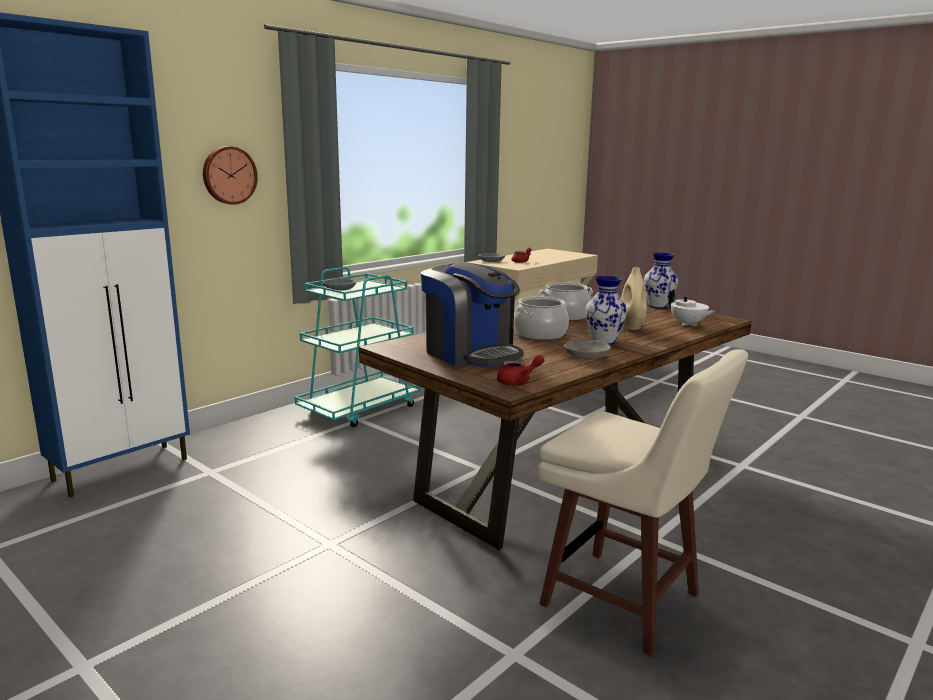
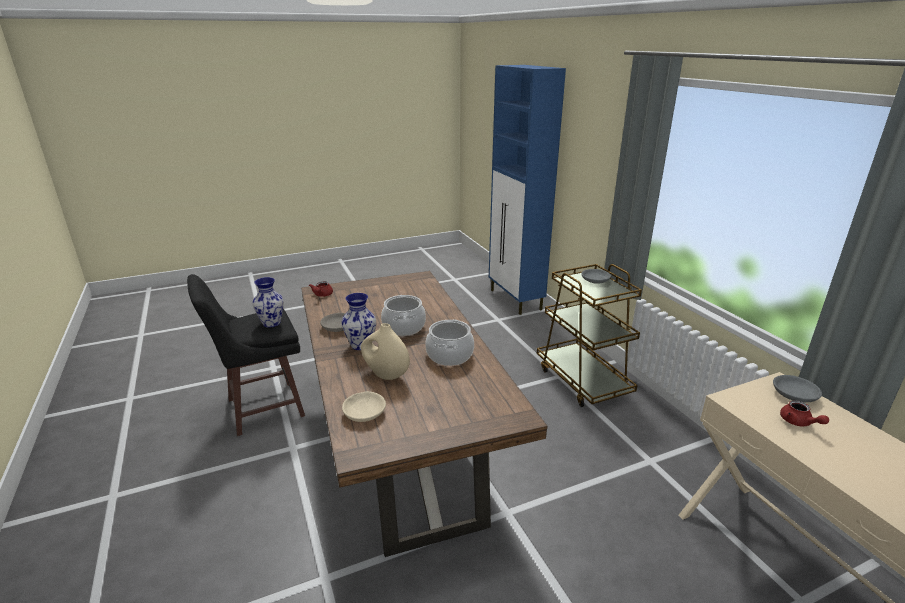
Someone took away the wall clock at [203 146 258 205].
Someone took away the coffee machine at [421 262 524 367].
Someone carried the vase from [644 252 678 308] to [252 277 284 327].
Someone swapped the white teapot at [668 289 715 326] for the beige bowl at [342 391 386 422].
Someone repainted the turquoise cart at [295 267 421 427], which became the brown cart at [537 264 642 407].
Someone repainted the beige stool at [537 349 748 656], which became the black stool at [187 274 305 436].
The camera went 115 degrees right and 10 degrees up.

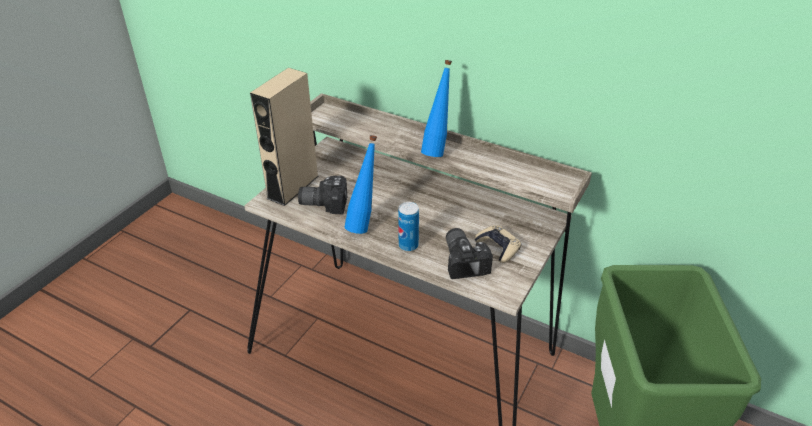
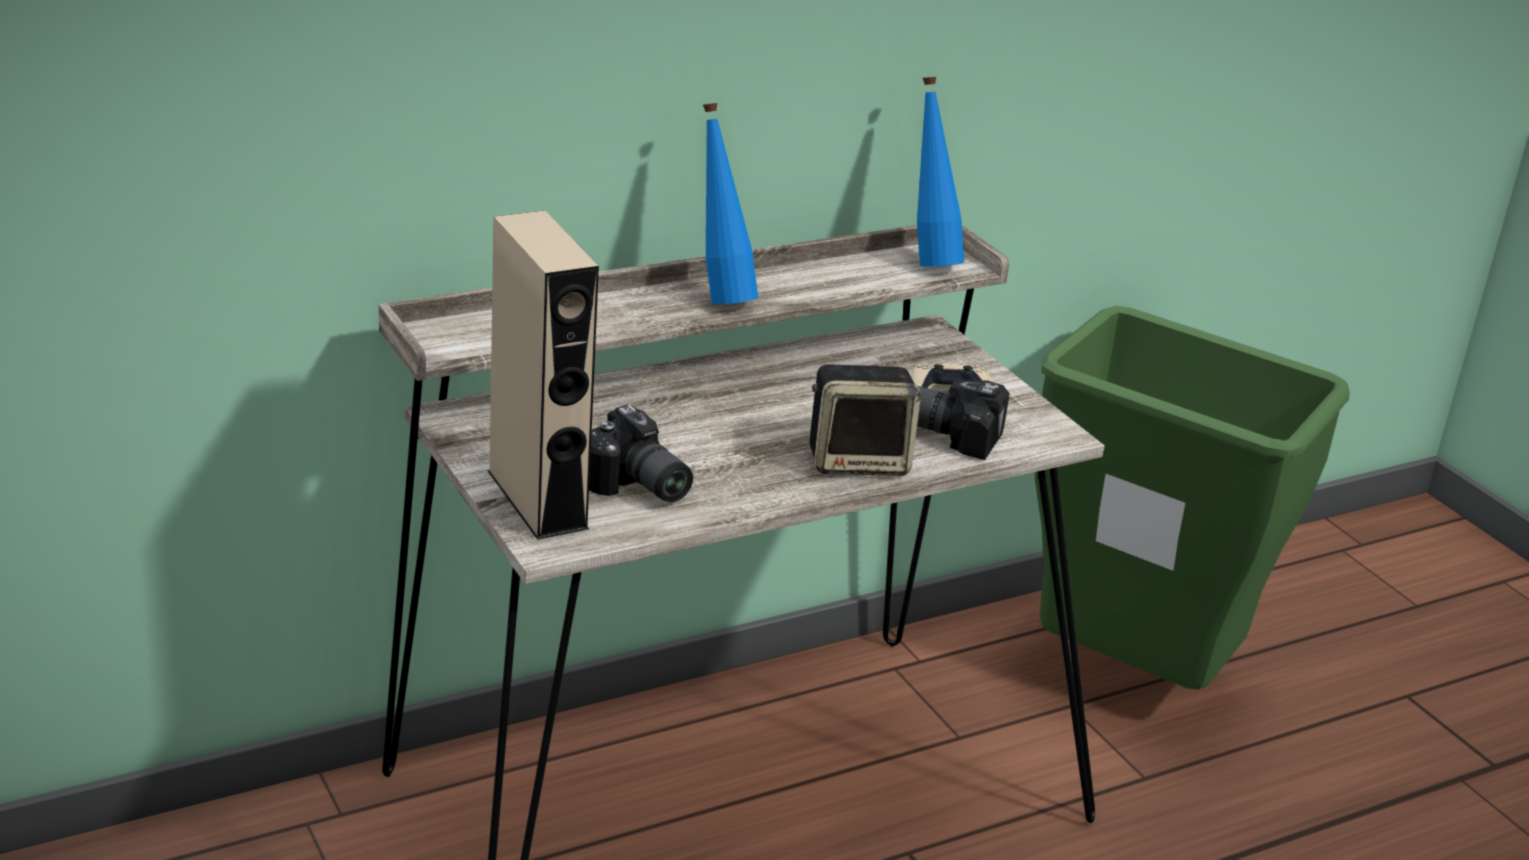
Someone carried the blue bottle from [345 135 377 234] to [917 77 964 267].
Someone swapped the can at [398 202 419 251] for the speaker at [809 364 921 476].
Someone rotated the photo camera at [298 176 347 214] by 75 degrees counterclockwise.
The camera went 60 degrees left and 10 degrees down.

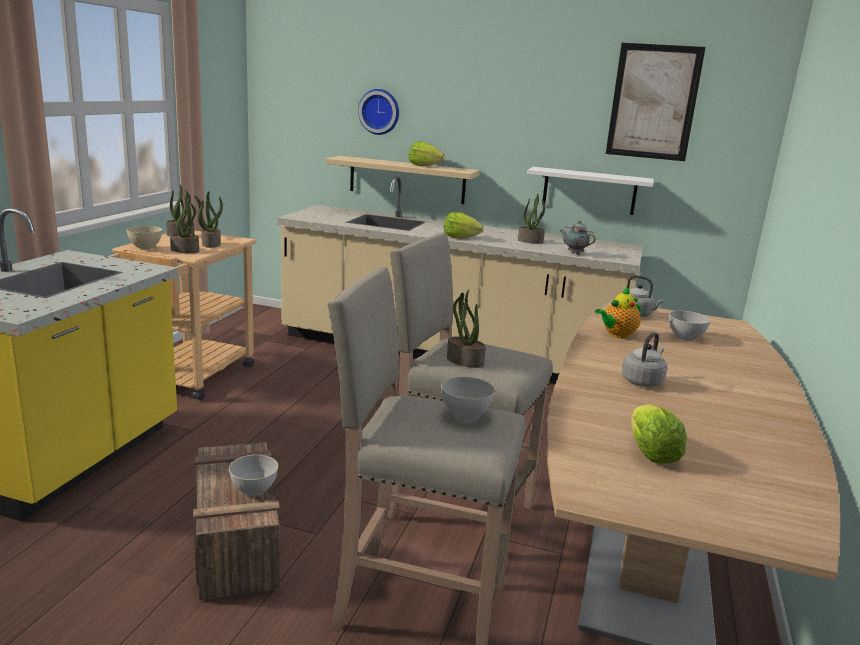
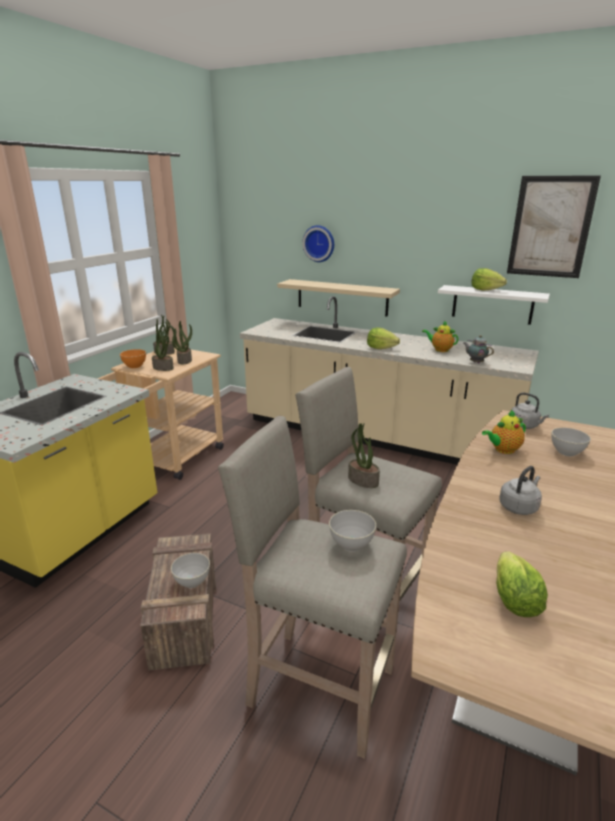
Someone carried the lettuce from [408 141 445 166] to [471 268 507 291].
Someone swapped the potted plant at [518 194 545 244] for the teapot at [422 321 459 352].
Someone repainted the beige bowl at [126 226 162 249], which became the orange bowl at [120 349 146 368].
The camera went 10 degrees right and 5 degrees up.

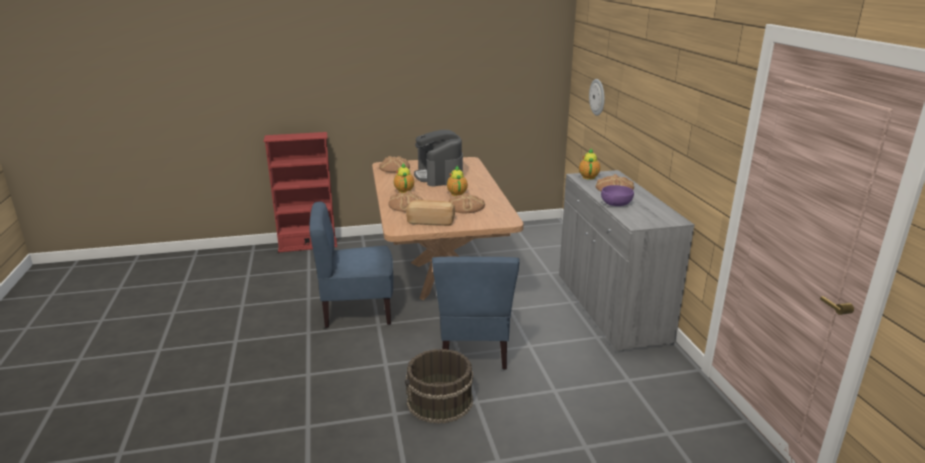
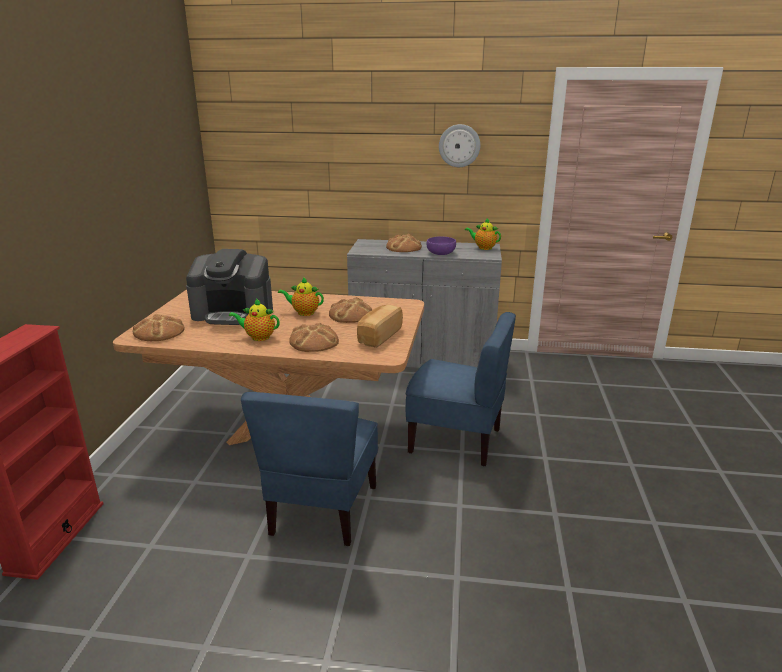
Someone took away the brown bucket at [405 349 473 424].
Someone carried the teapot from [579 148 600 180] to [465 218 501 250].
Someone carried the wall clock from [589 79 605 116] to [439 124 480 167].
The camera went 70 degrees left and 0 degrees up.

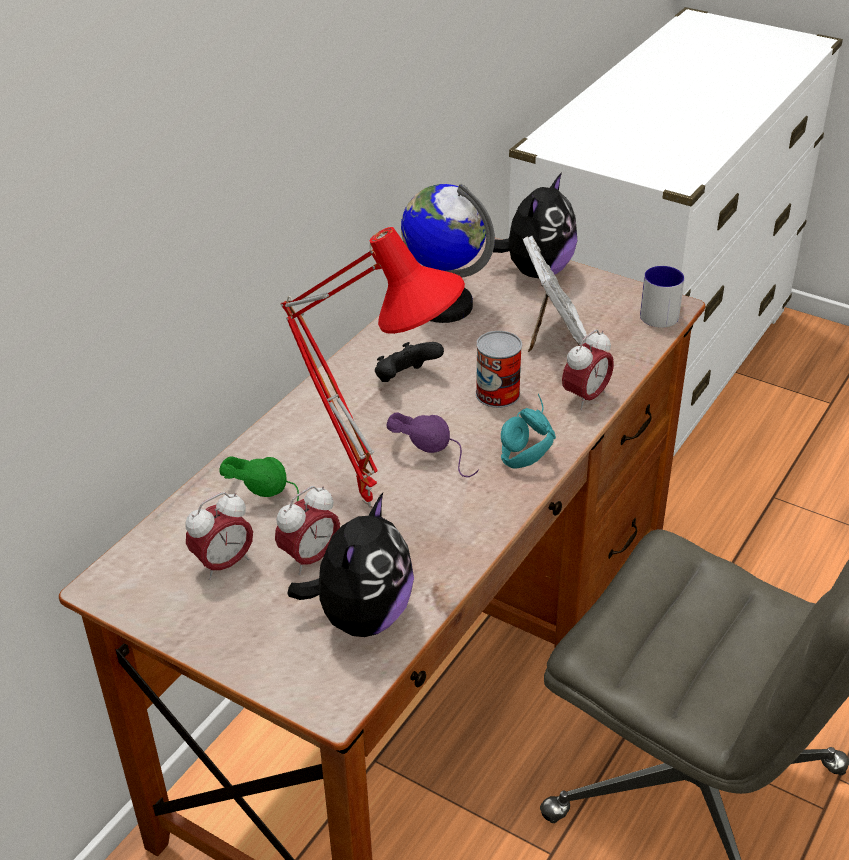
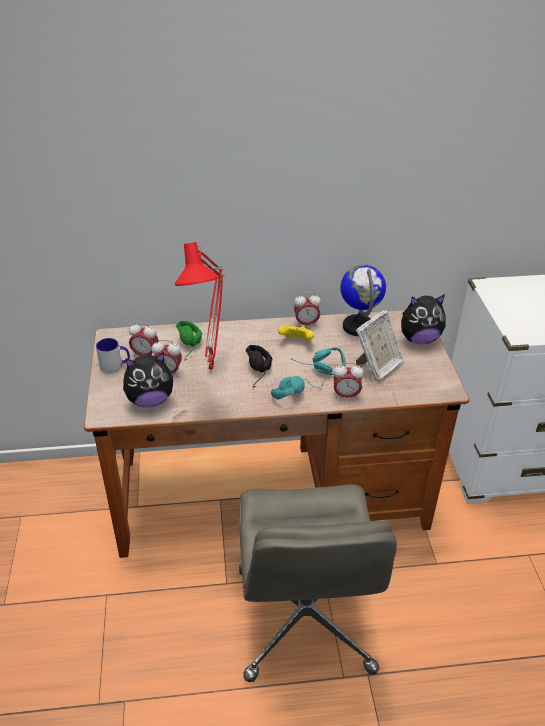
Someone put down the alarm clock at [294 292 321 327].
Someone carried the mug from [640 266 684 328] to [96 338 130 373].
Someone swapped the can at [476 331 522 408] for the turquoise headphones at [292 347 346 375].
Someone repainted the black game controller at [375 342 444 382], which became the yellow game controller at [278 325 314 341].
Someone repainted the purple headphones at [387 412 479 477], which became the black headphones at [245 345 272 388].
The camera went 50 degrees right and 0 degrees up.

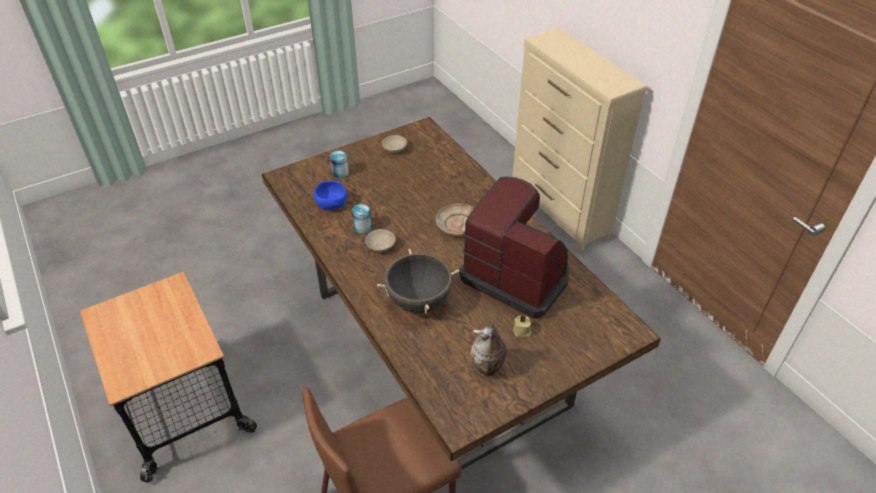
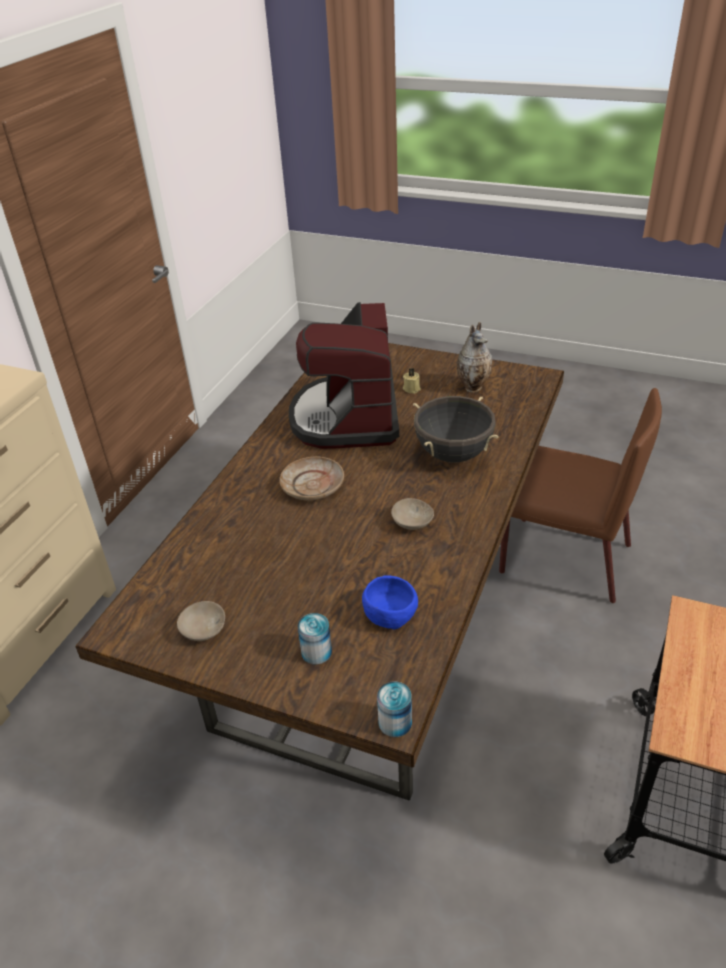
Someone carried the can from [352 204 372 234] to [377 682 412 737].
The camera went 125 degrees left and 5 degrees down.

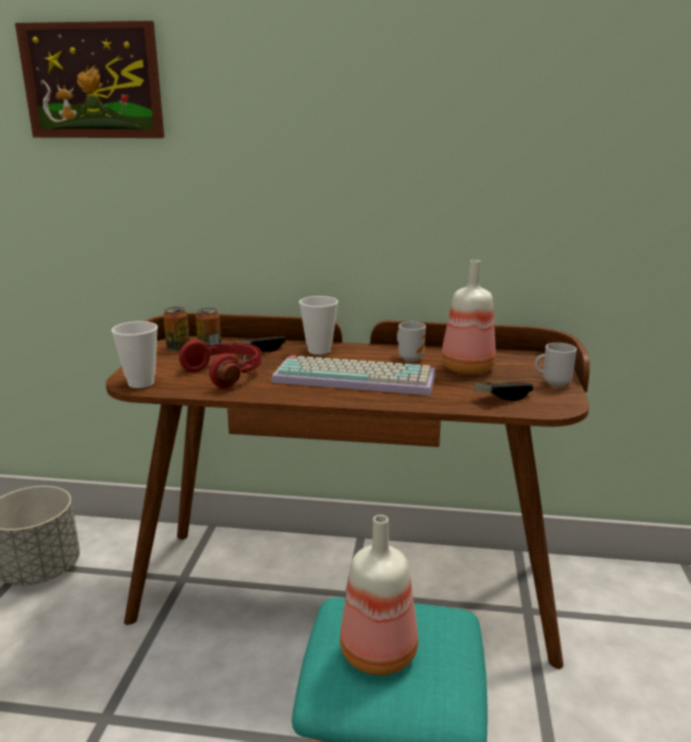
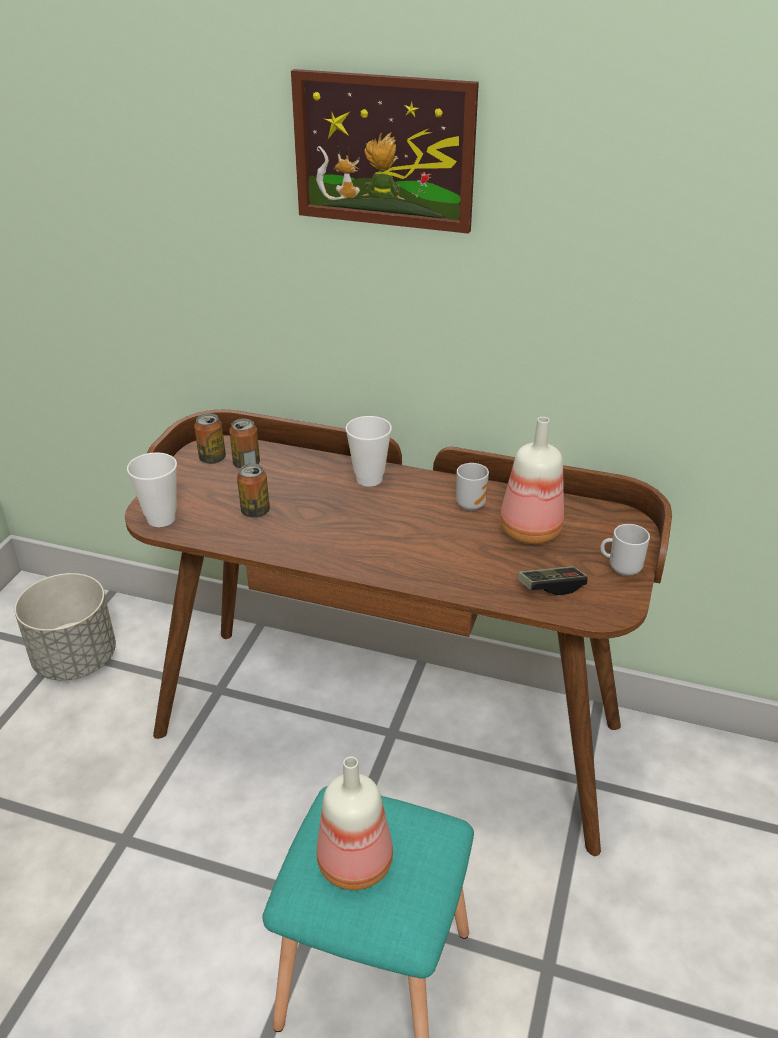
Someone took away the game controller at [237 336 285 352].
Someone took away the keyboard at [271 355 435 395].
Someone carried the picture from [15 21 164 138] to [291 69 479 234].
Someone swapped the red headphones at [179 340 261 388] for the can at [237 463 270 518].
The camera went 10 degrees right and 15 degrees up.

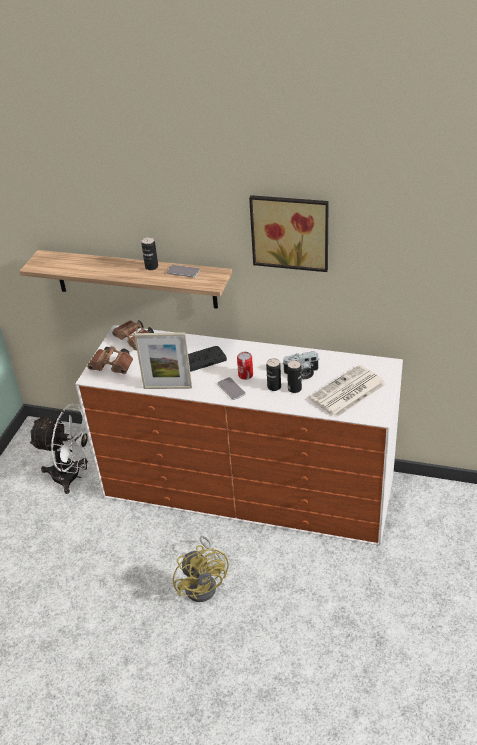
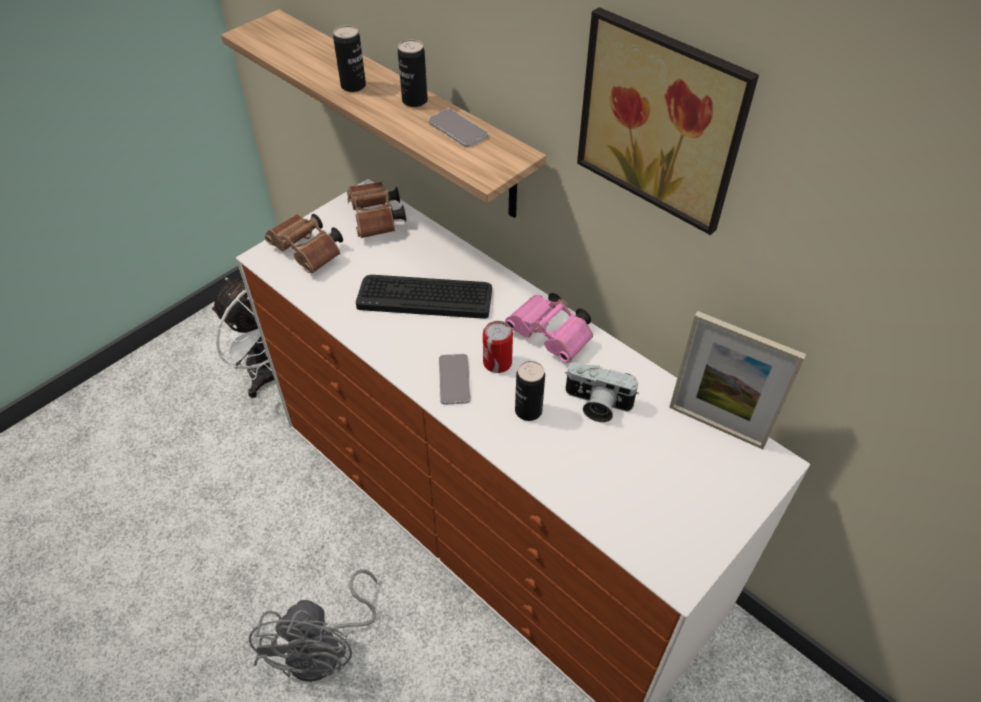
Someone took away the newspaper at [309 365 386 418].
Someone put down the pink binoculars at [505 293 593 363].
Someone carried the picture frame from [134 332 192 389] to [669 311 806 449].
Someone carried the can from [287 360 302 393] to [333 25 366 92].
Someone repainted the yellow fan at [173 536 229 602], which became the grey fan at [249 569 377 682].
The camera went 25 degrees right and 10 degrees up.

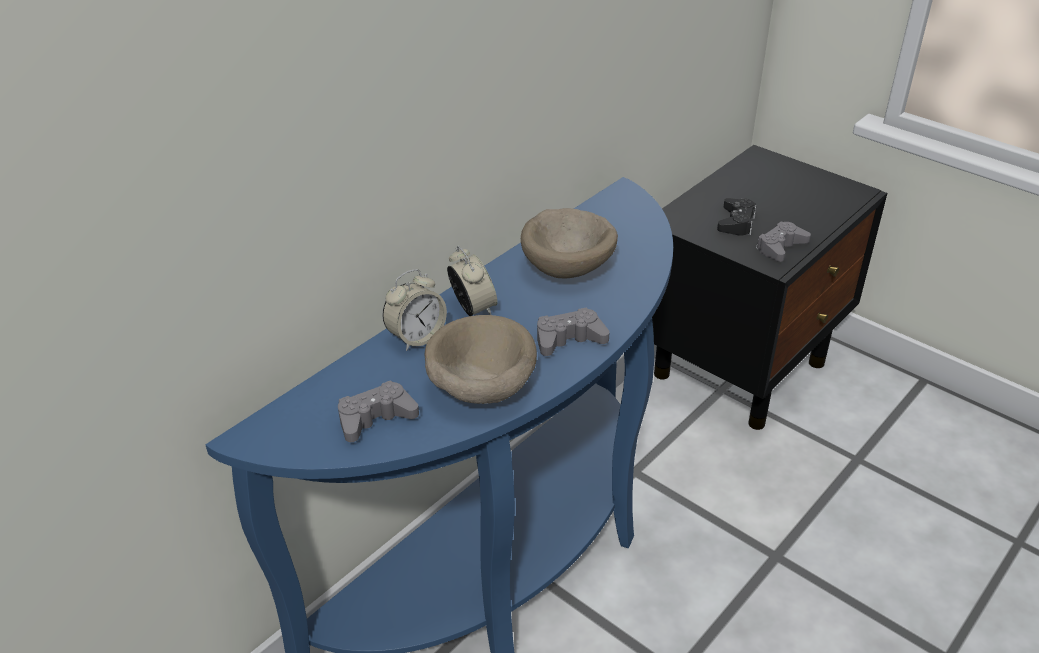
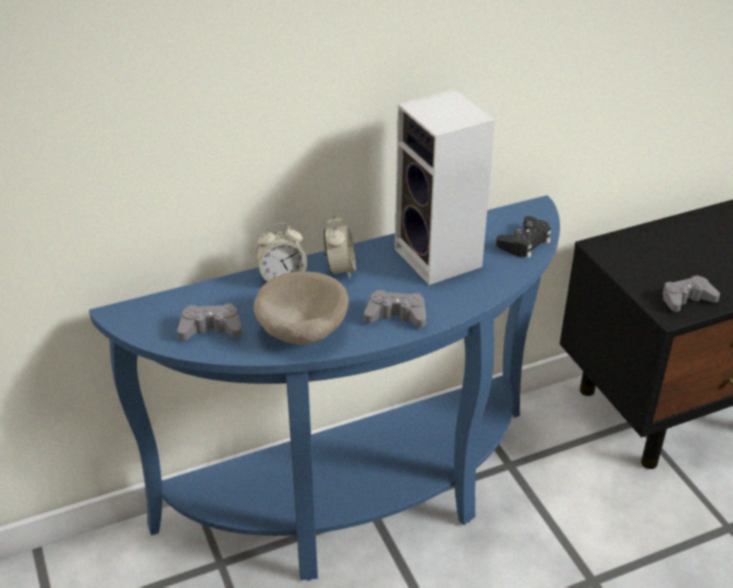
Someone carried the black game controller from [717 198 756 236] to [496 216 551 258].
Someone swapped the beige bowl at [521 208 618 278] for the speaker at [395 89 495 285].
The camera went 25 degrees right and 0 degrees up.

